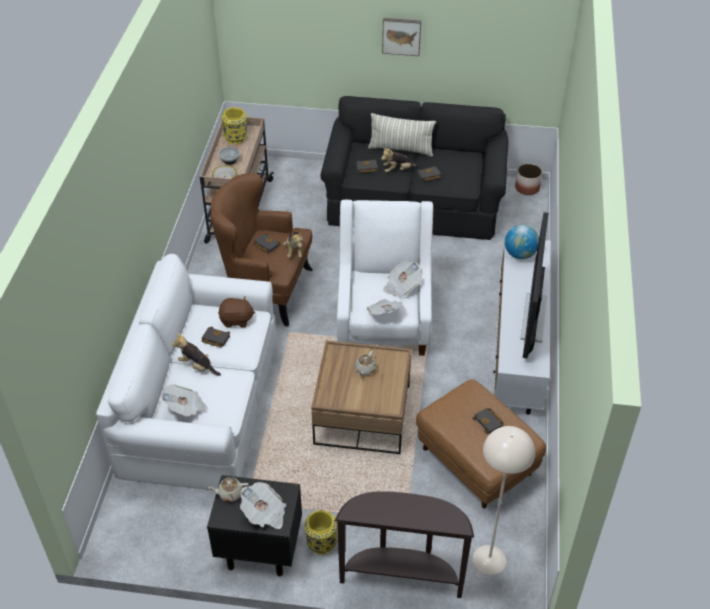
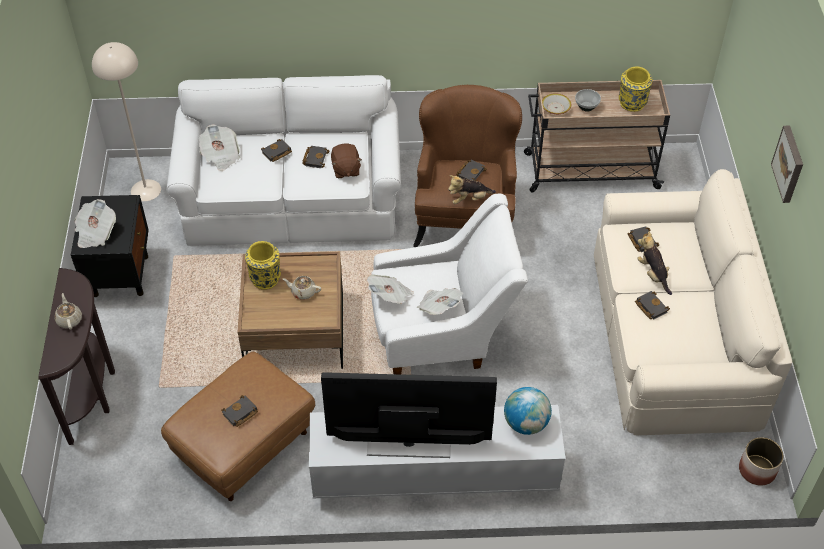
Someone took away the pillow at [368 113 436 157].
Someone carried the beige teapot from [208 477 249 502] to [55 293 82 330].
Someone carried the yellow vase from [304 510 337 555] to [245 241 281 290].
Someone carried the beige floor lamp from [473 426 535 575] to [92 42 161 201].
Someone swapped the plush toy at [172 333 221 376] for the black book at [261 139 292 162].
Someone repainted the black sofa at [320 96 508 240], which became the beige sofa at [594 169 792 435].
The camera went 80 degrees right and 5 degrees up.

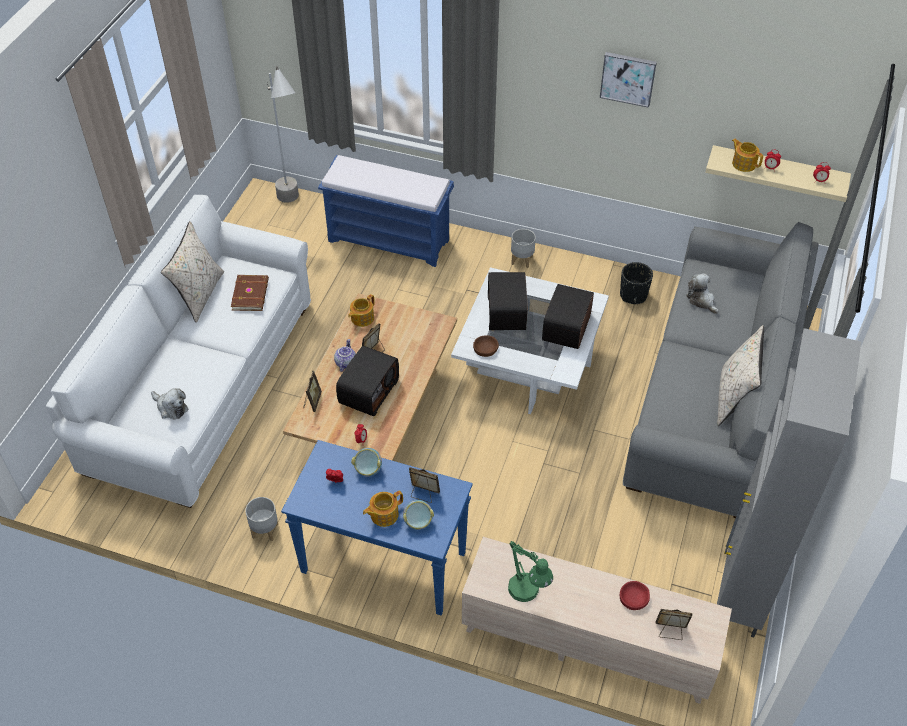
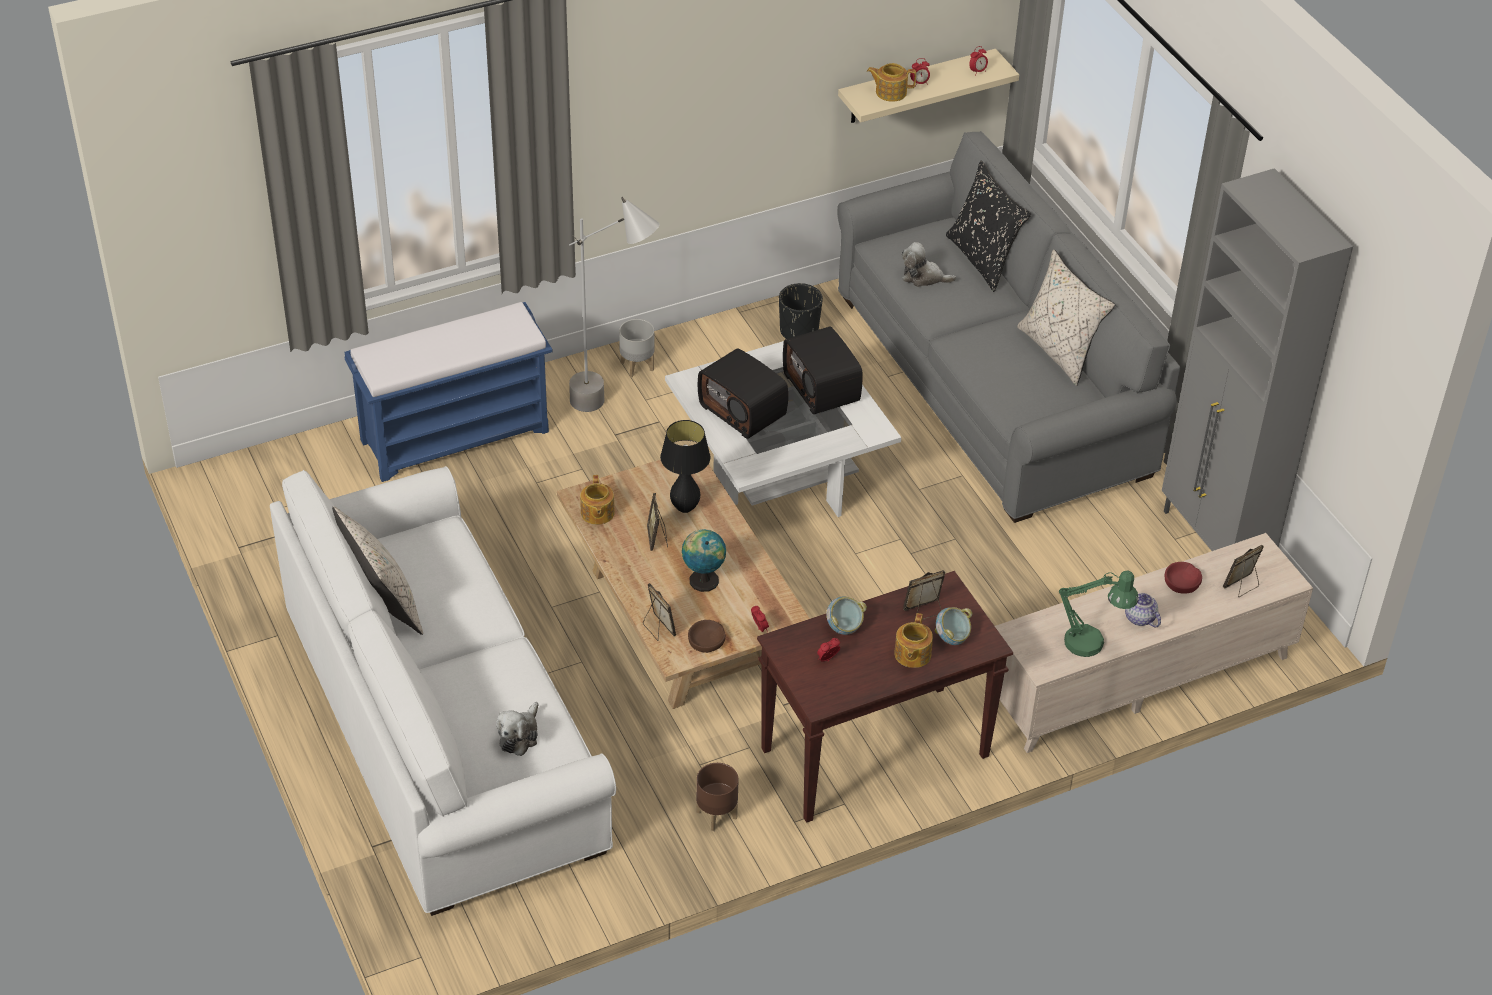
Someone took away the brown book at [231 275 269 311].
Someone took away the picture at [600 52 657 108].
Someone put down the black table lamp at [660 420 711 513].
Someone put down the black pillow at [946 161 1031 292].
Someone carried the grey floor lamp from [267 66 299 203] to [569 197 660 412].
Someone carried the teapot from [334 339 356 372] to [1125 593 1161 628].
Someone carried the brown bowl from [473 335 499 357] to [688 620 726 653].
Someone swapped the radio at [336 346 399 416] for the globe at [682 529 726 592].
Someone repainted the grey planter at [245 497 278 542], which became the brown planter at [696 763 739 831].
Someone repainted the blue console table at [281 440 473 615], which became the brown console table at [757 571 1013 823].
Someone rotated the plush toy at [151 388 189 420] by 120 degrees clockwise.
The camera went 45 degrees left and 5 degrees down.

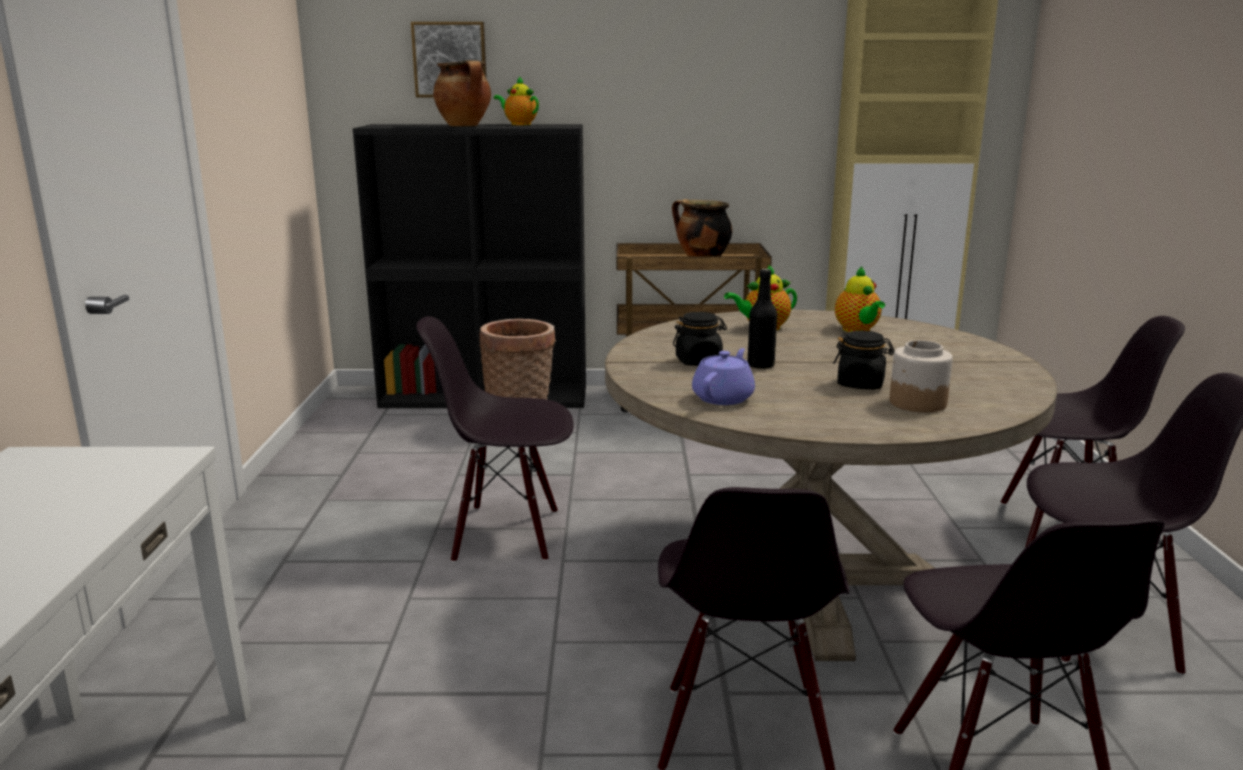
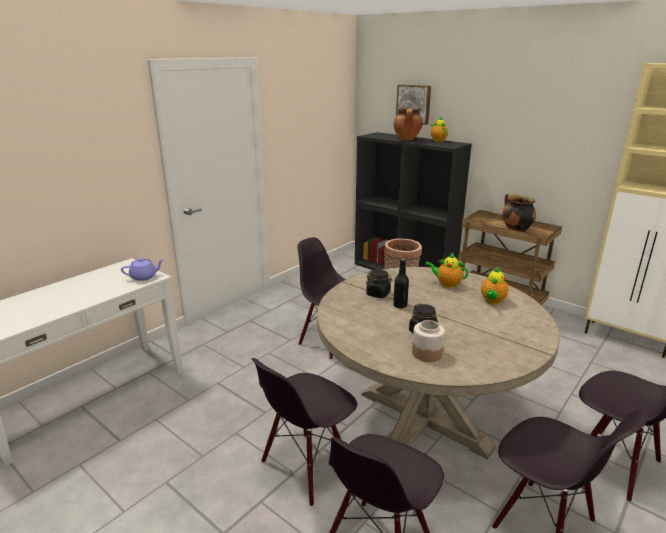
Someone carried the purple teapot from [692 348 755 405] to [121 258 164 281].
The camera went 40 degrees right and 5 degrees up.

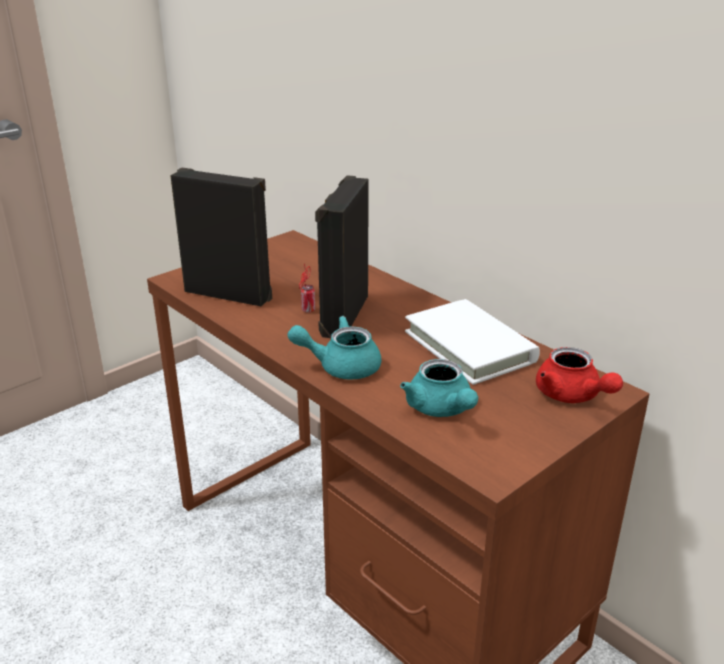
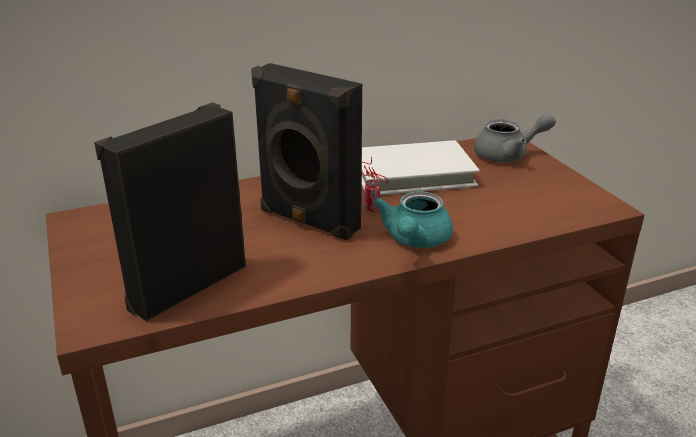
Someone took away the turquoise teapot at [400 359 478 417].
Someone carried the can from [299 263 315 313] to [361 157 388 212].
Someone repainted the red teapot at [536 347 623 403], which became the grey teapot at [474 113 556 162].
The camera went 70 degrees left and 0 degrees up.

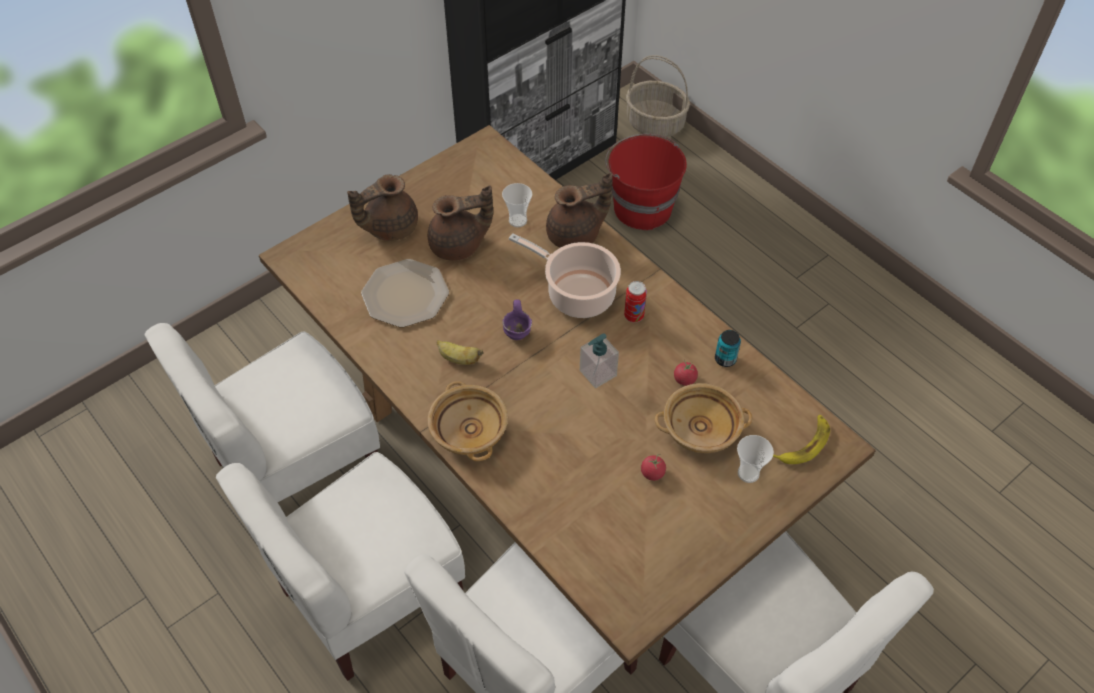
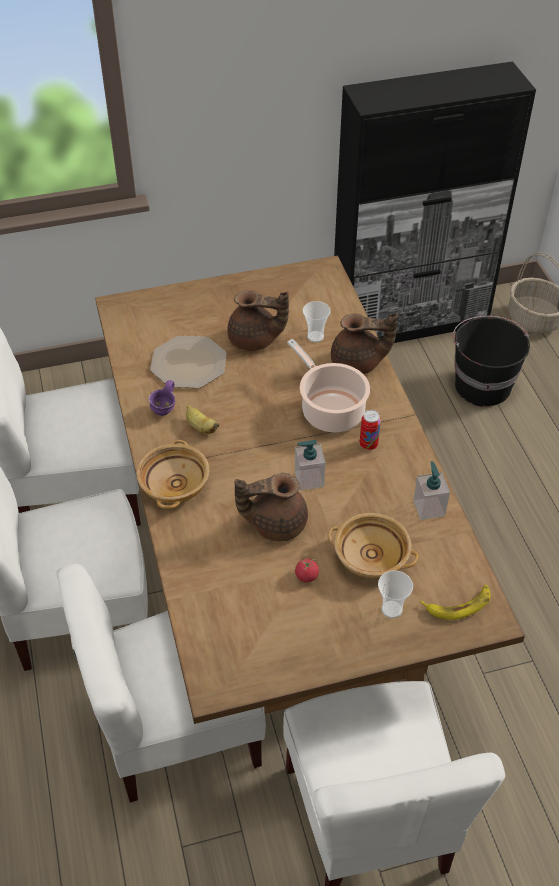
Someone took away the tomato at [674 359 698 386].
Someone carried the brown teapot from [347 174 418 241] to [235 473 308 541].
Someone carried the purple mug from [502 300 532 340] to [148 380 175 416].
Someone swapped the can at [715 330 741 367] for the soap dispenser at [413 461 450 520].
Someone repainted the red bucket at [605 134 687 230], which became the black bucket at [453 316 530 407].
The camera went 25 degrees right and 5 degrees down.

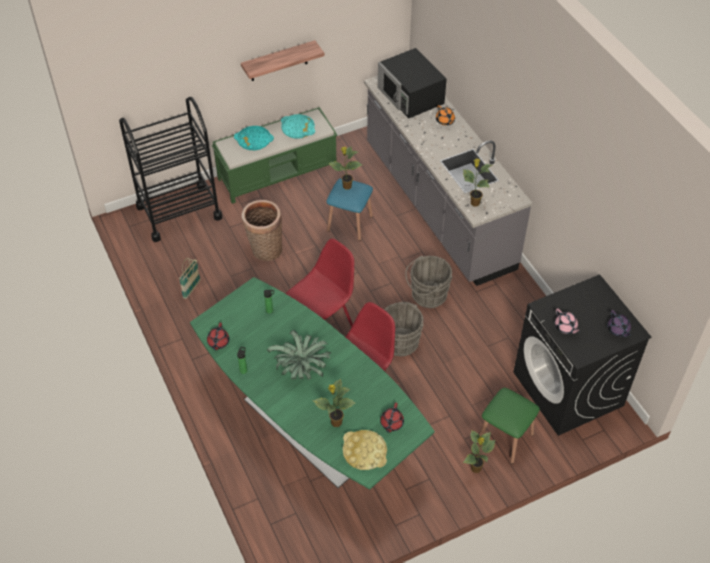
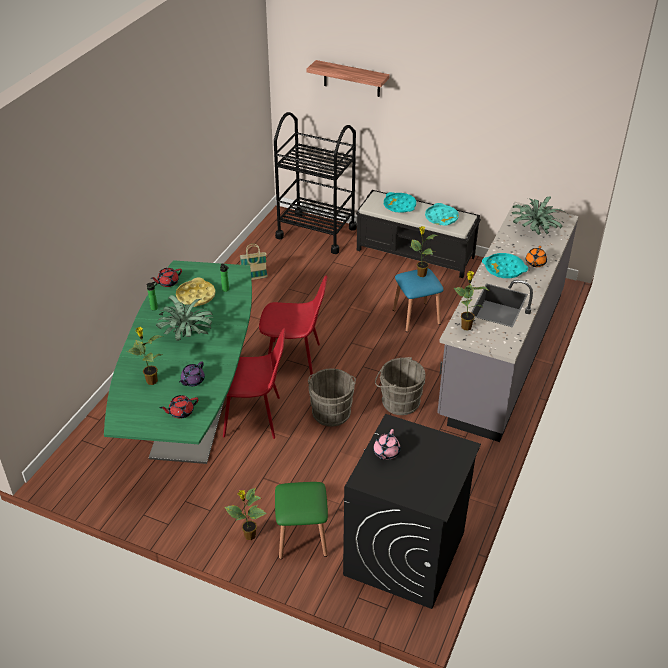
Someone took away the basket at [242 200 282 261].
Someone put down the turquoise tray at [482 253 528 278].
Someone carried the shelf from [241 40 325 81] to [306 60 390 97].
Someone carried the yellow tray from [343 430 387 470] to [176 278 215 307].
Someone carried the purple teapot from [607 310 631 337] to [179 361 205 386].
Someone swapped the black microwave at [378 48 447 118] for the potted plant at [512 196 566 235].
Someone repainted the green bench at [212 107 337 204], which became the black bench at [356 190 481 278].
The camera went 50 degrees right and 10 degrees down.

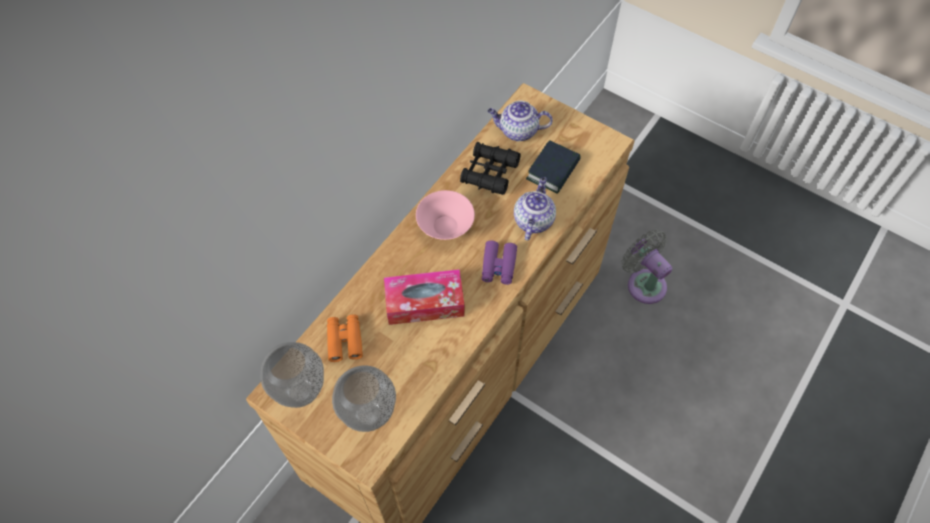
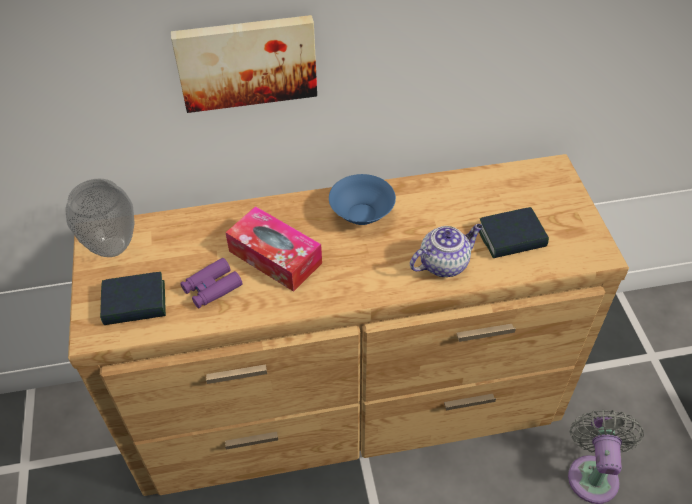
Someone took away the orange binoculars at [327 314 363 362].
Someone took away the black binoculars at [460 142 520 195].
Someone took away the teapot at [488 101 553 141].
Someone put up the picture at [171 15 317 113].
Someone carried the purple binoculars from [482 240 517 285] to [180 258 243 308].
Someone swapped the vase at [332 365 396 432] for the book at [100 272 166 325].
Someone repainted the pink bowl at [416 190 475 240], which became the blue bowl at [329 174 396 225].
The camera went 45 degrees right and 10 degrees down.

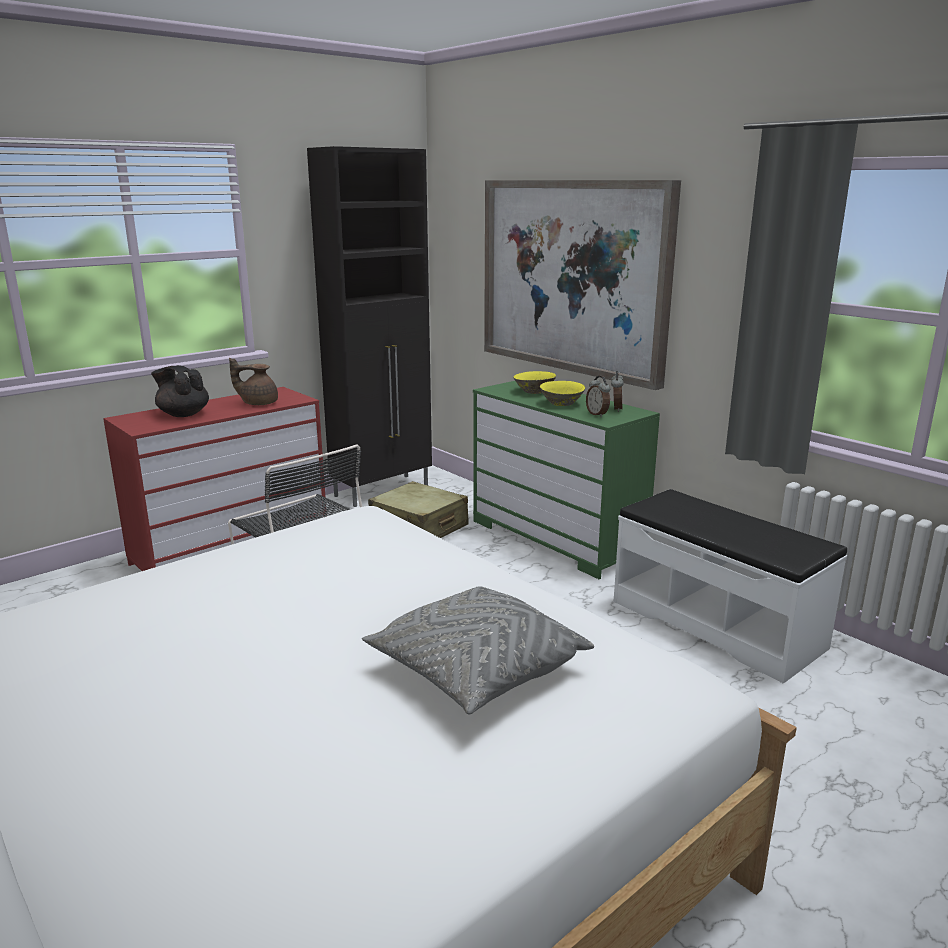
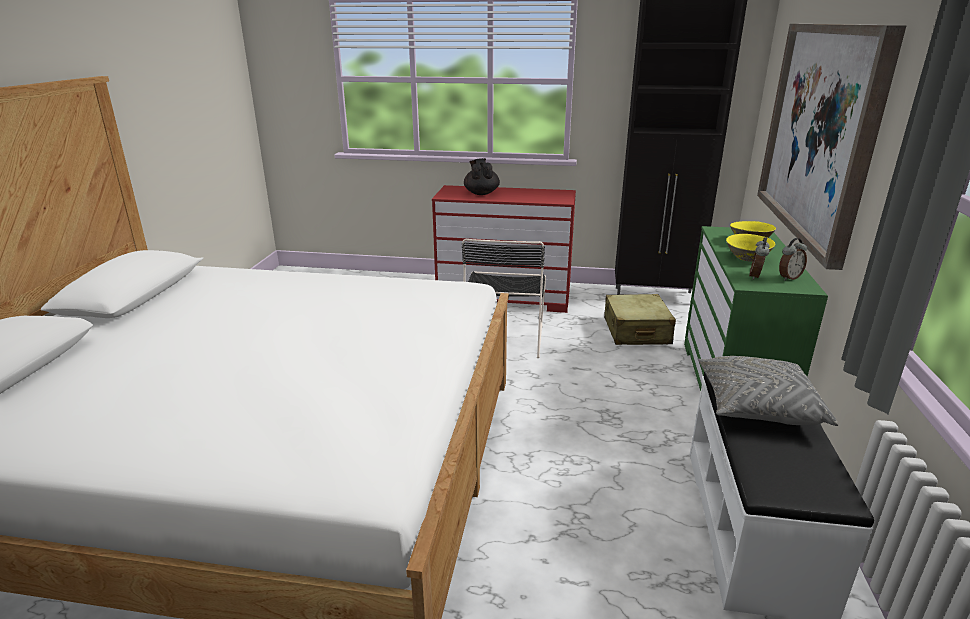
Someone took away the brown teapot at [229 358 278 405].
Someone carried the grey pillow from [362 586 594 714] to [698 356 839 426].
The camera went 50 degrees right and 5 degrees up.

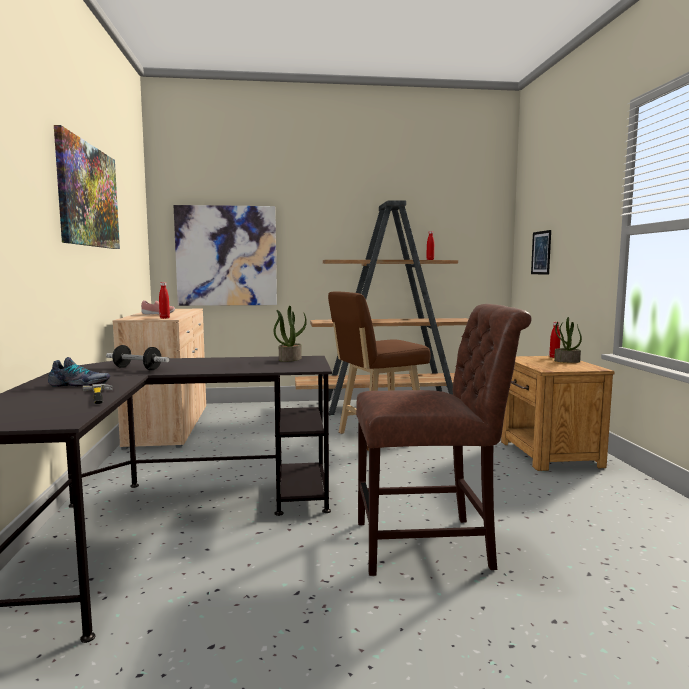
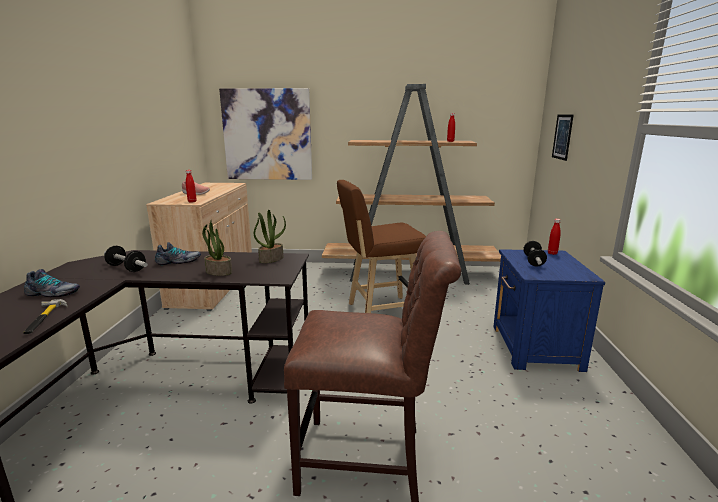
Someone took away the picture at [54 125 120 249].
Someone put down the shoe at [155 242 201 265].
Someone put down the dumbbell at [523 241 547 267].
Someone carried the potted plant from [554 317 582 363] to [202 219 232 276].
Someone repainted the brown nightstand at [501 356 615 471], which became the blue nightstand at [493 249 605 372].
The camera went 10 degrees right and 10 degrees up.

